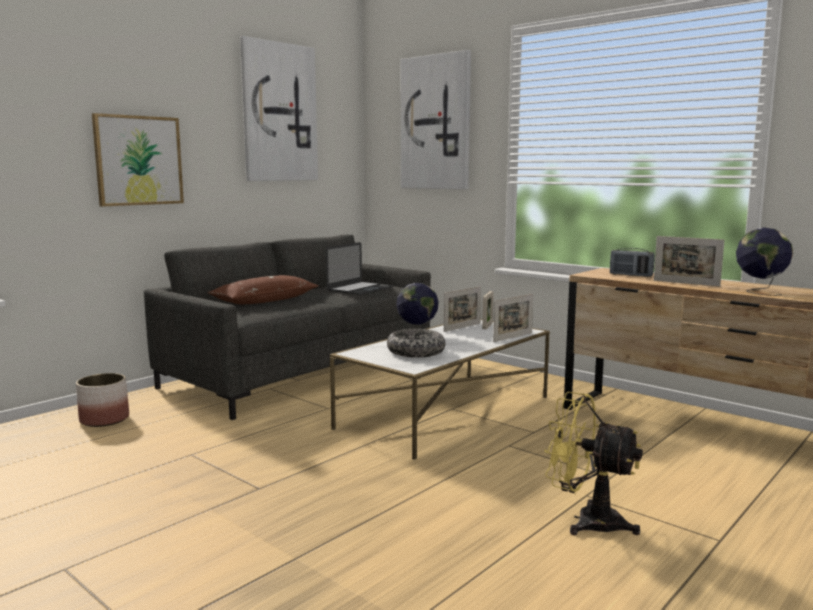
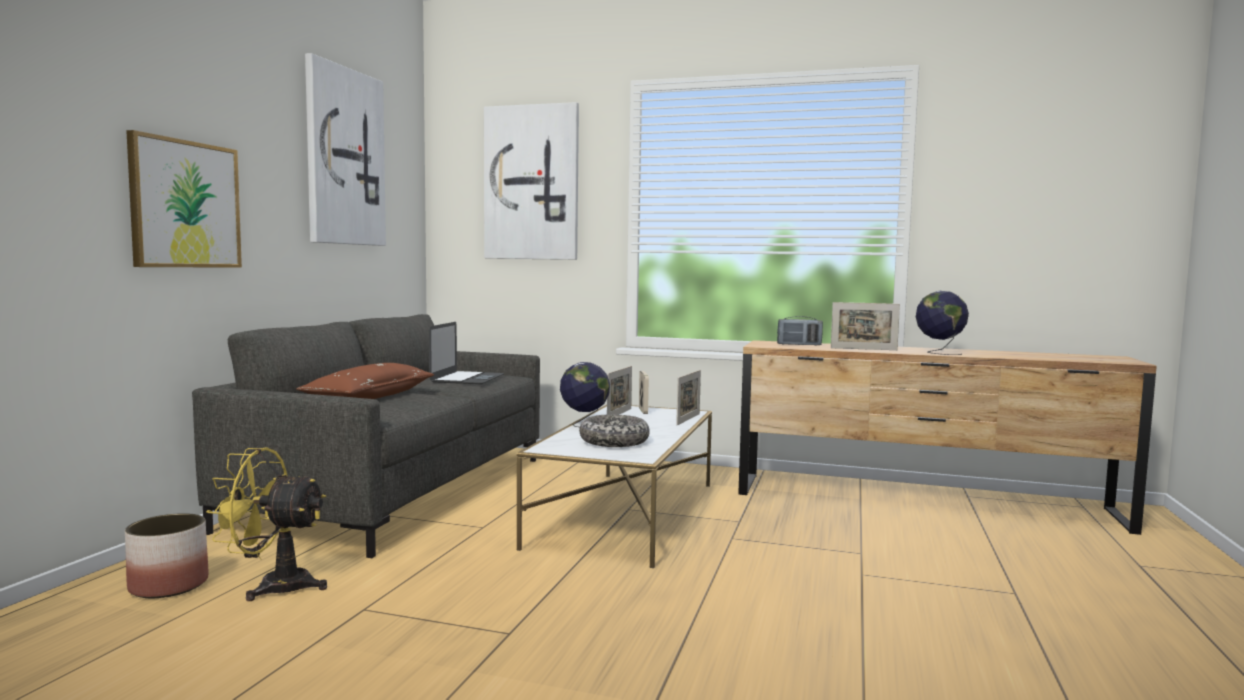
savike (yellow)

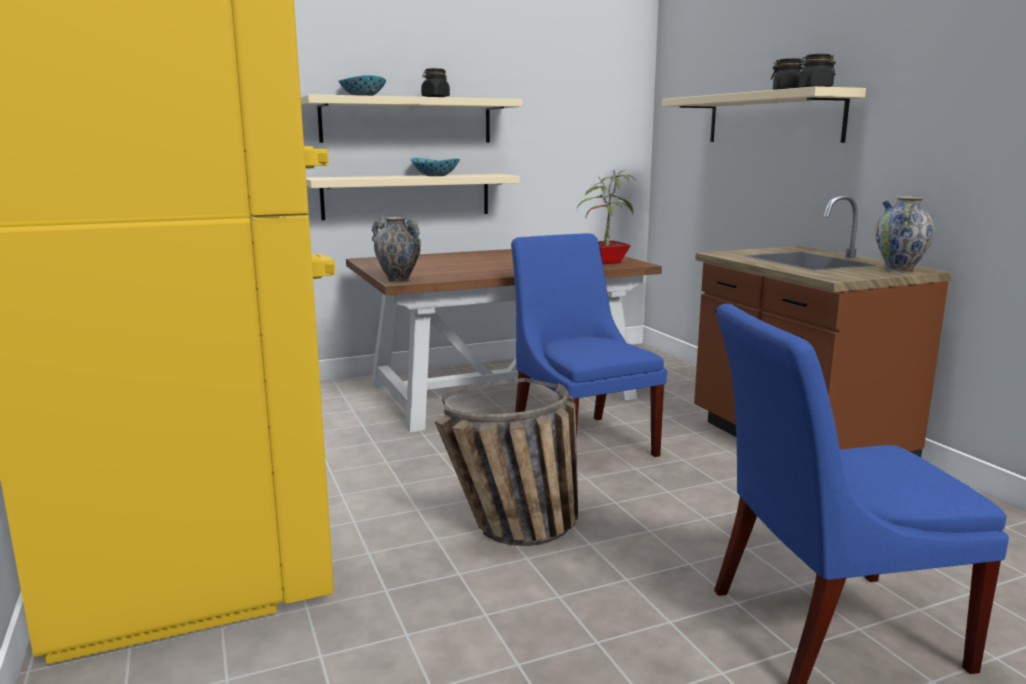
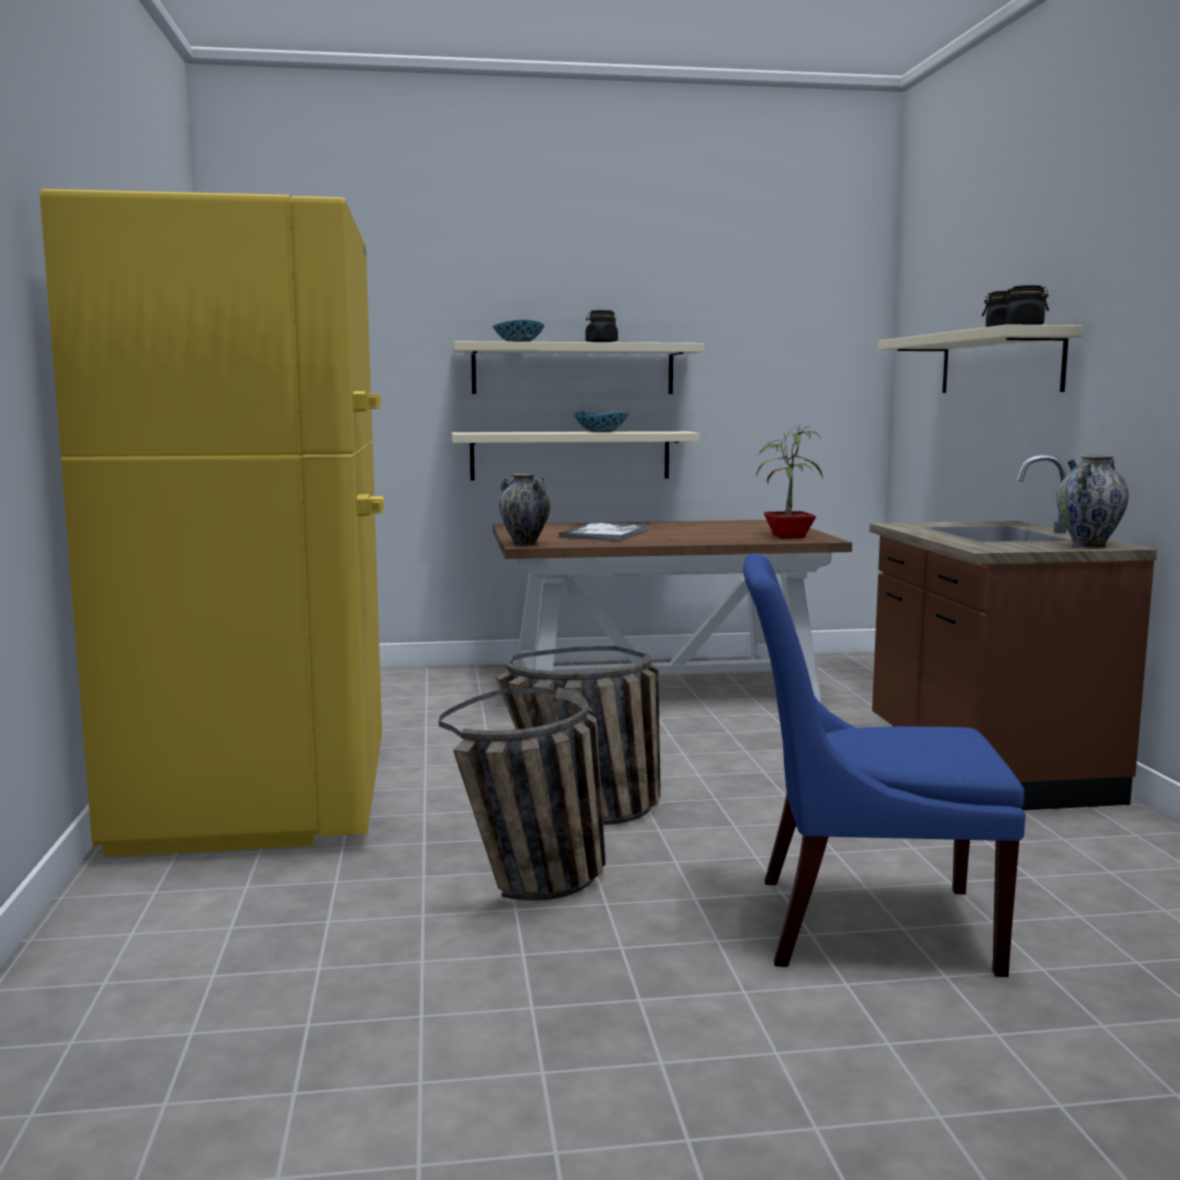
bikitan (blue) (no. 1 from left in the first image); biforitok; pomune (no. 1 from left)

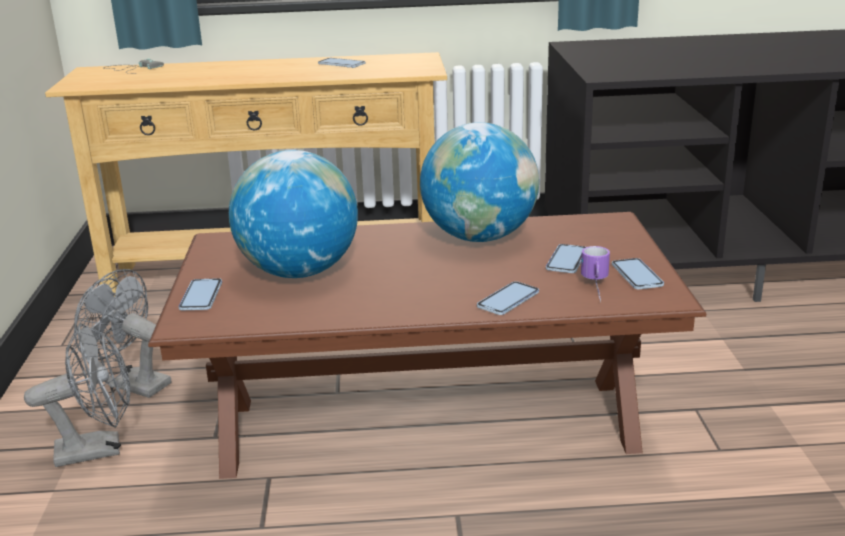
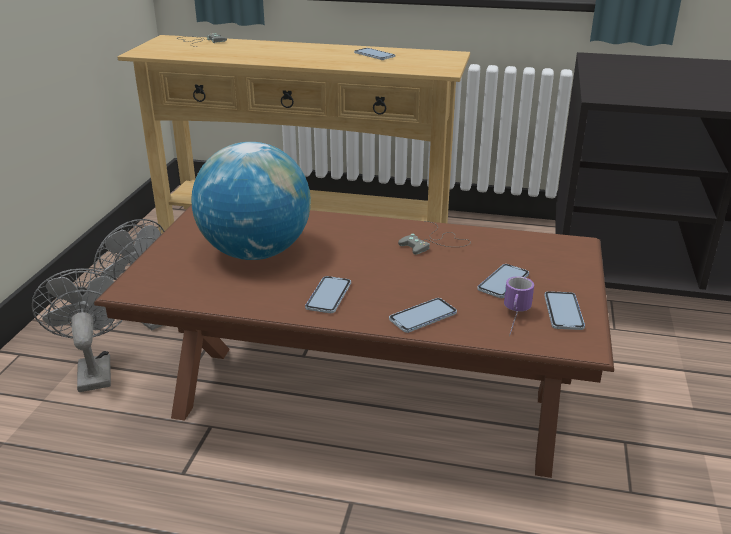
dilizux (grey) (no. 2 from left); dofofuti (no. 1 from left); savike (grey) (no. 1 from left)

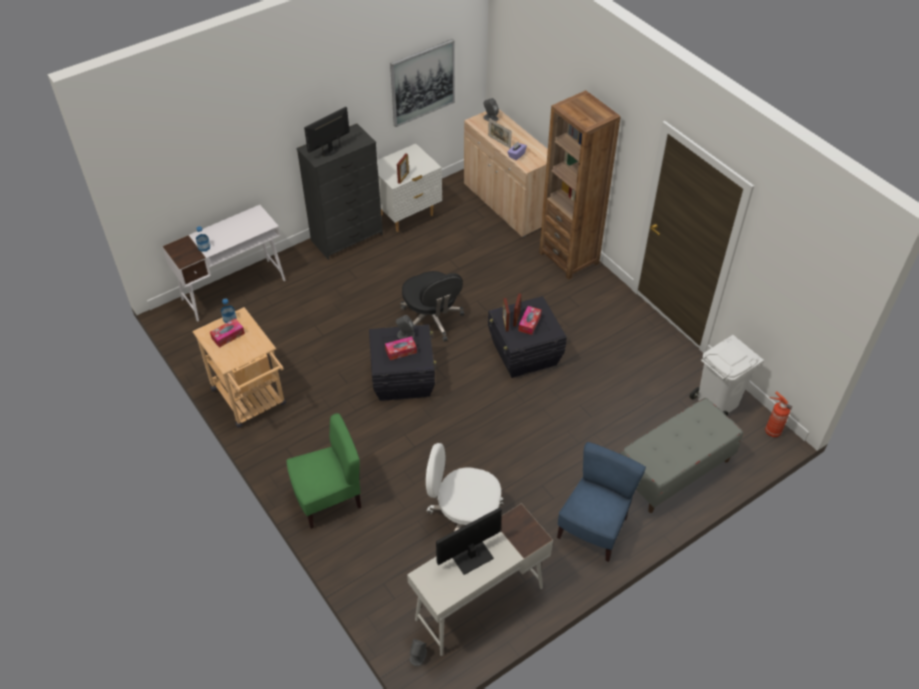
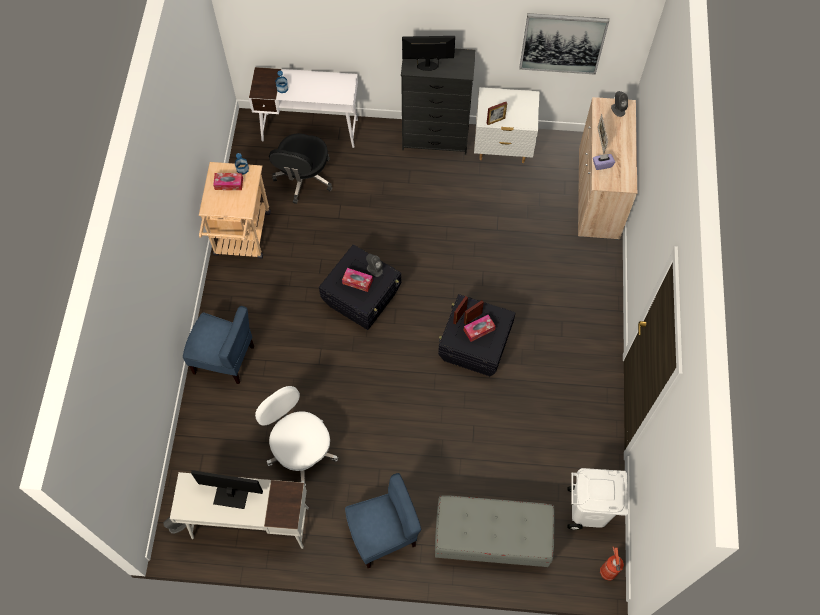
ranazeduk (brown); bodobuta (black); bikitan (blue) (no. 1 from left)

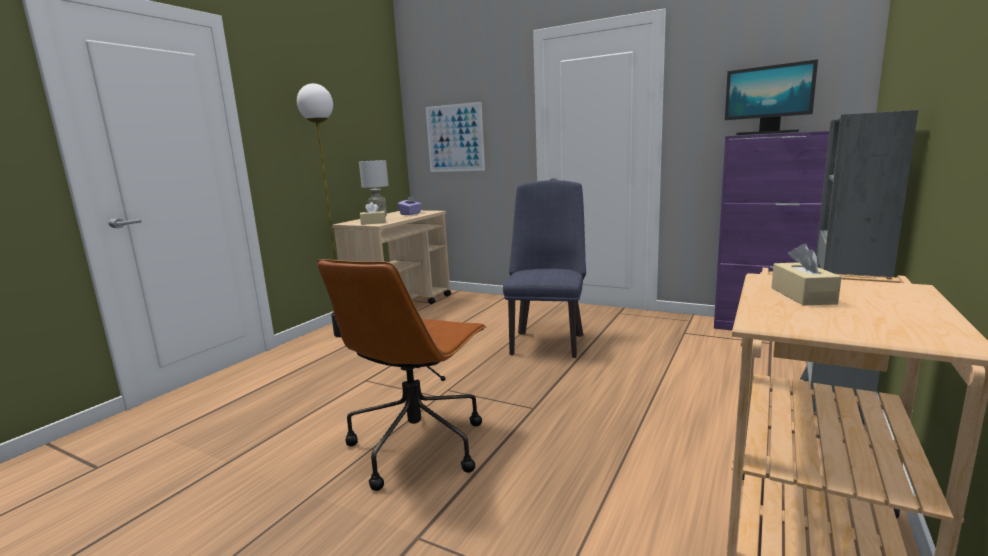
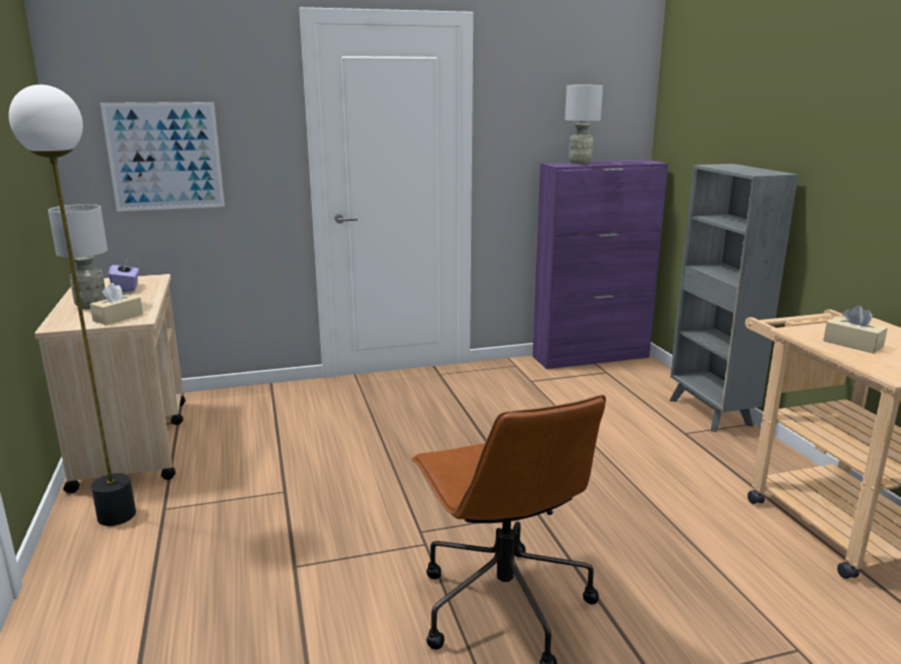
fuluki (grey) (no. 2 from left); bikitan (blue)

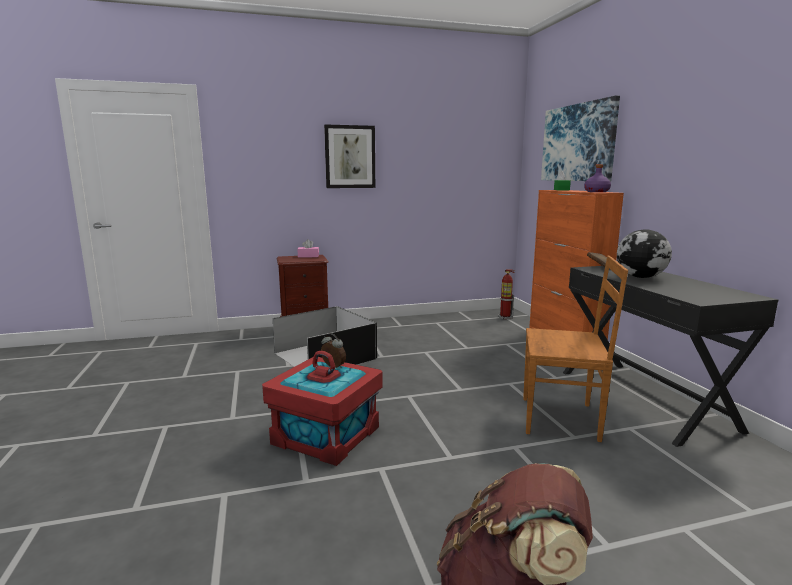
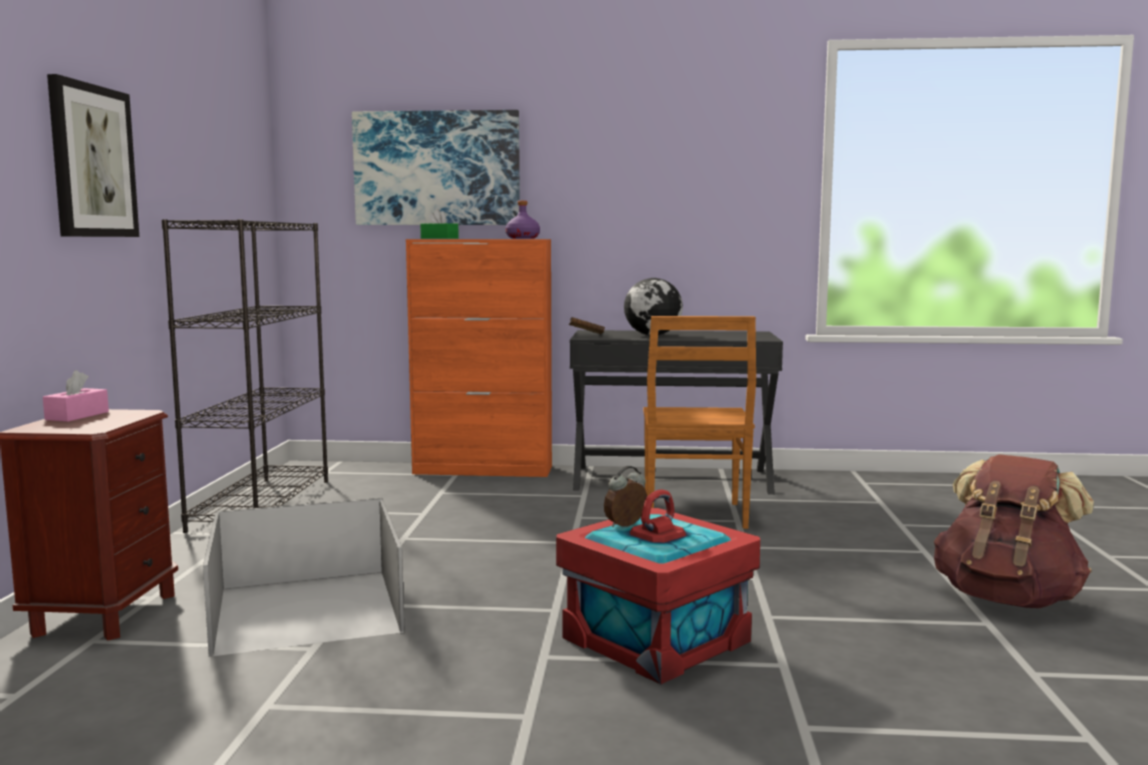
bikitan (brown); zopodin; ranazeduk (black)

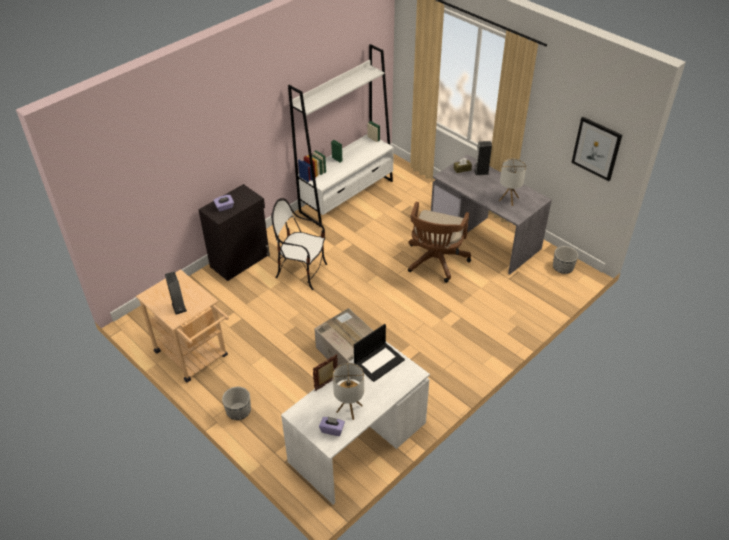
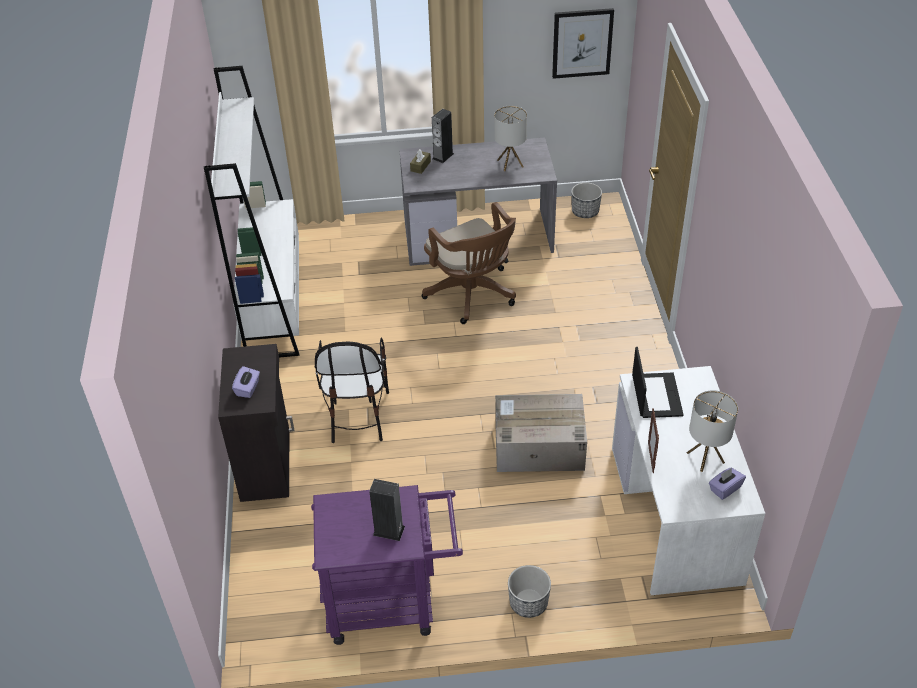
bikitan; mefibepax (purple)

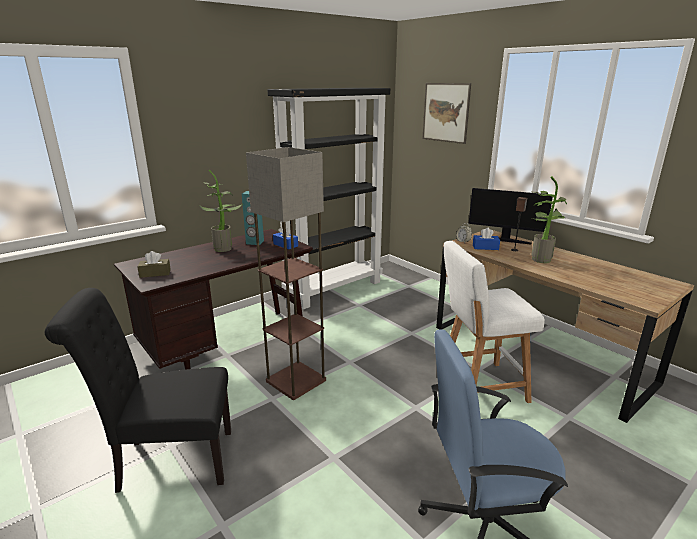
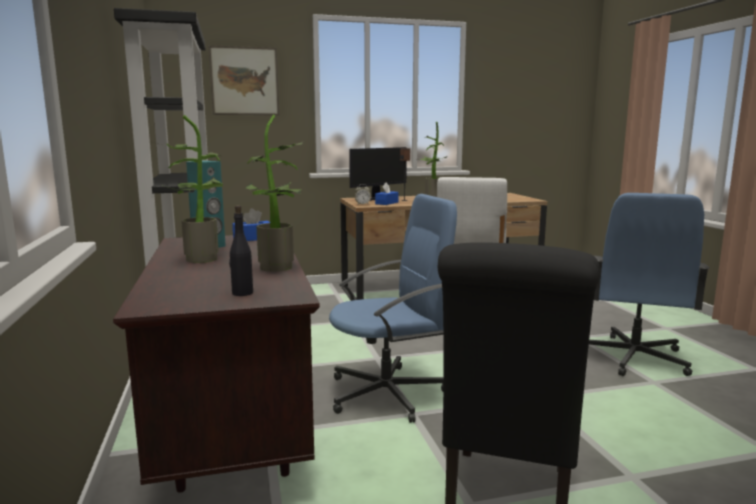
bodobuta (blue) (no. 1 from left); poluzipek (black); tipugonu (no. 2 from left)

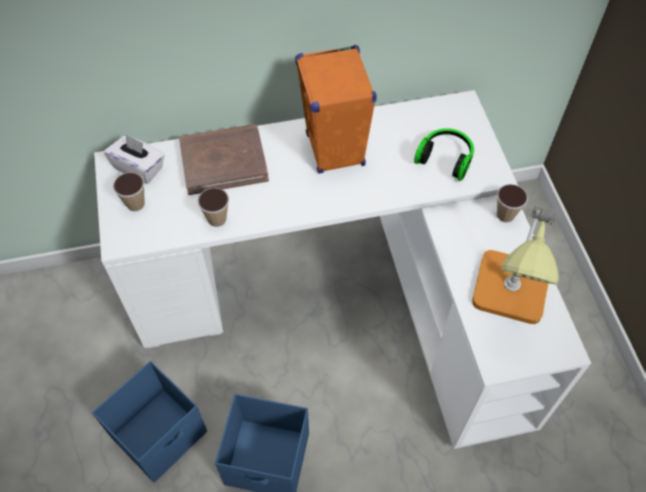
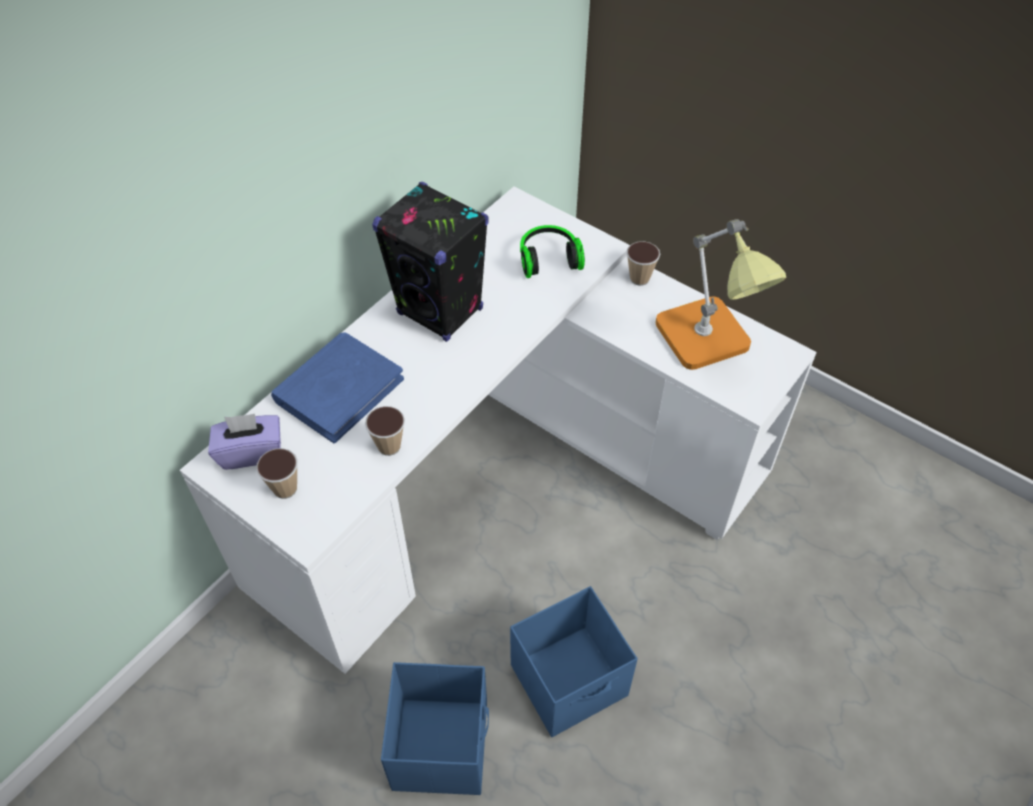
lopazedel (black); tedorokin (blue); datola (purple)

